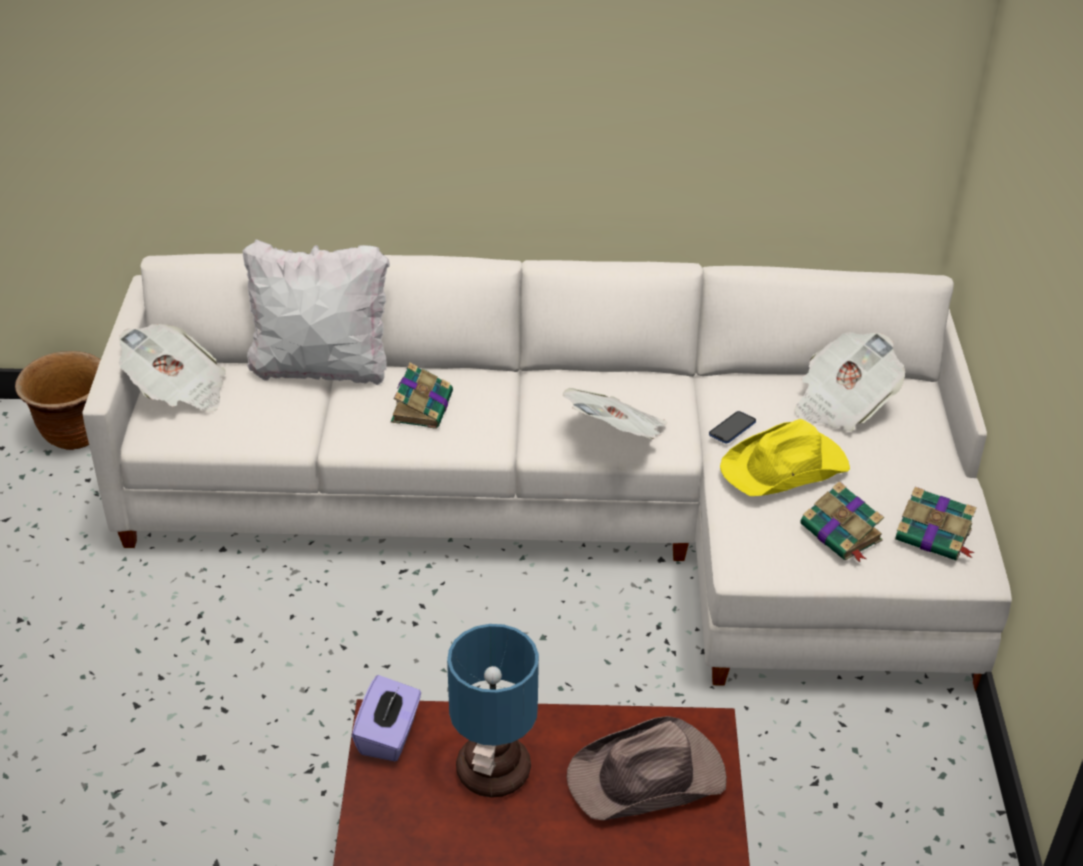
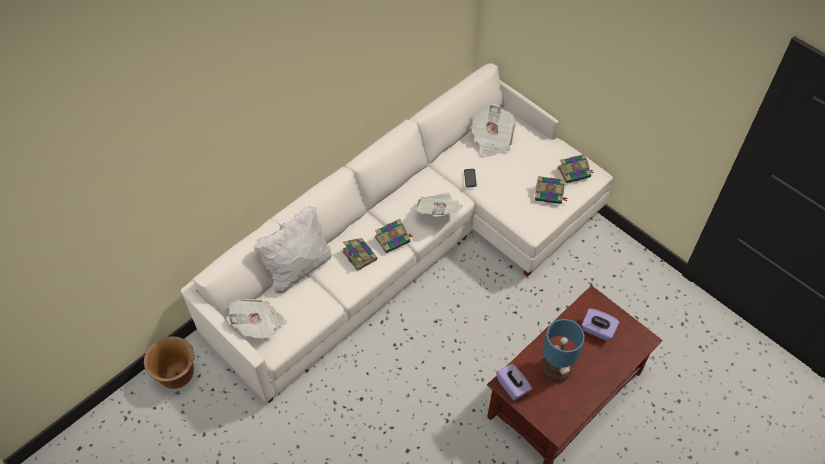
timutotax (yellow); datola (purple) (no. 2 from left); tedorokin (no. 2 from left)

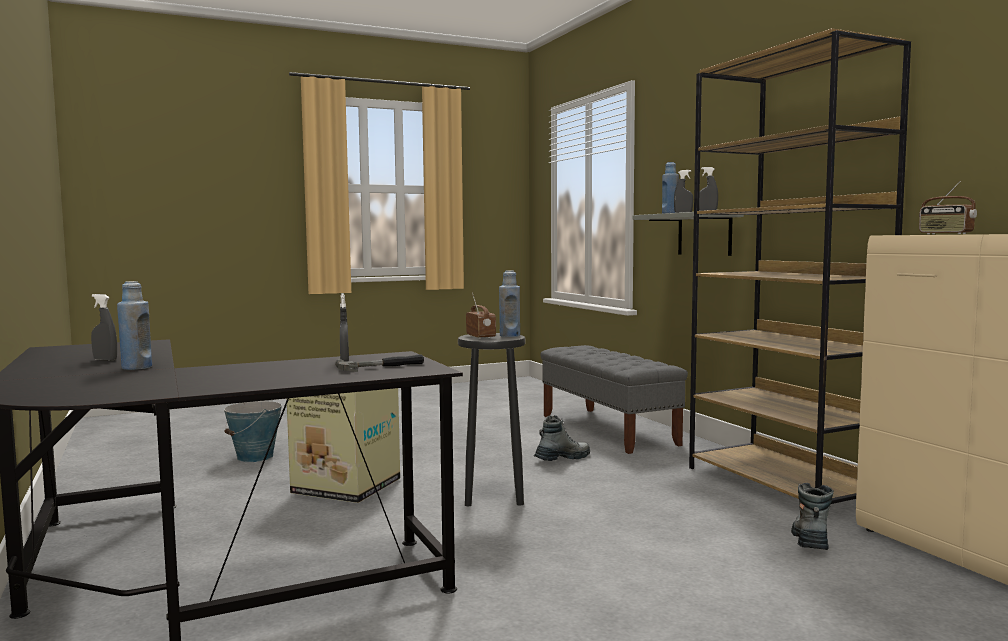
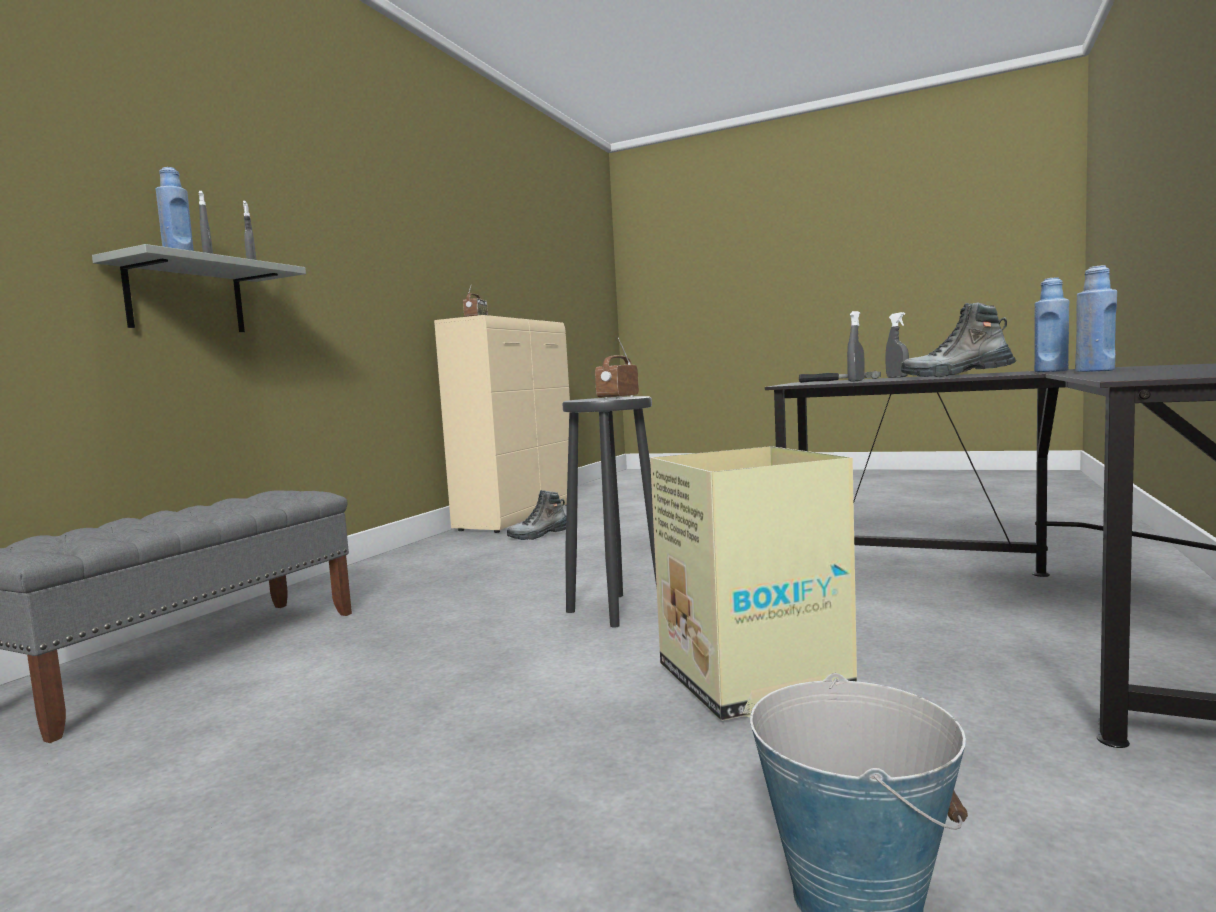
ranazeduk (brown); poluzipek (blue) (no. 2 from left); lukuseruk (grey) (no. 4 from left); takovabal (no. 2 from left)

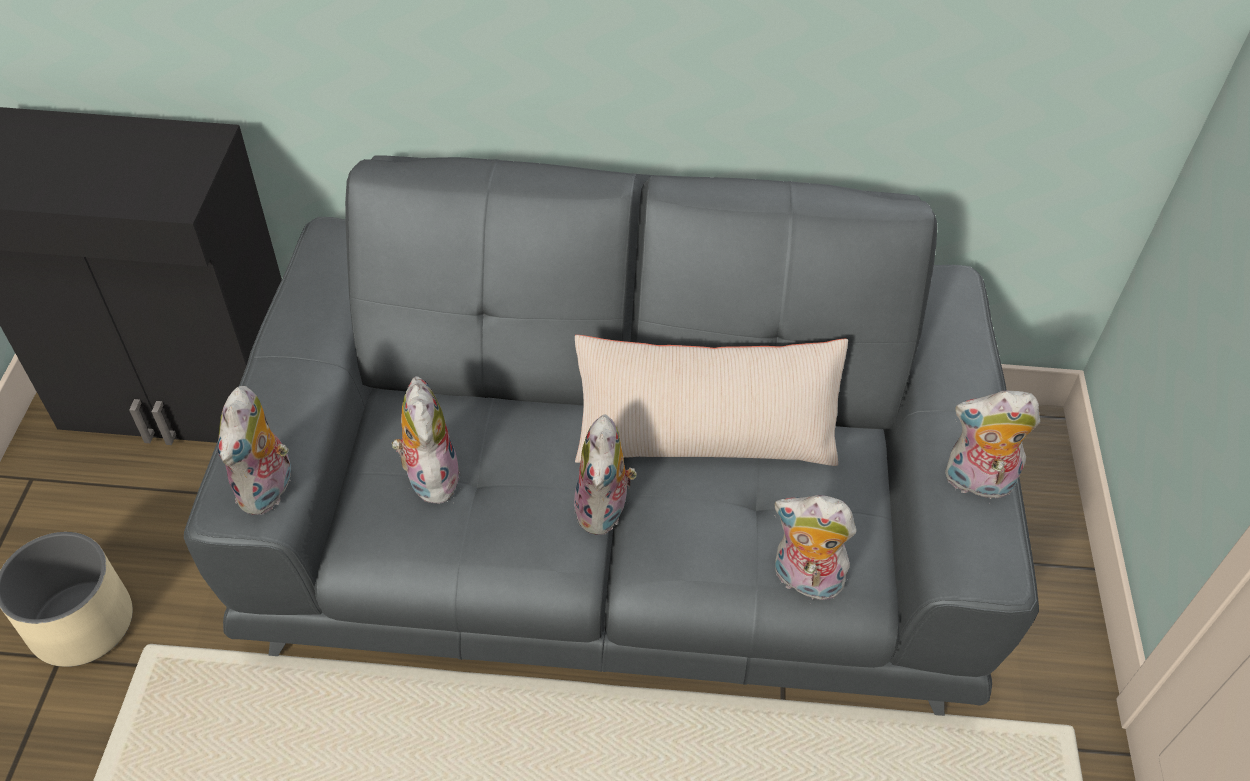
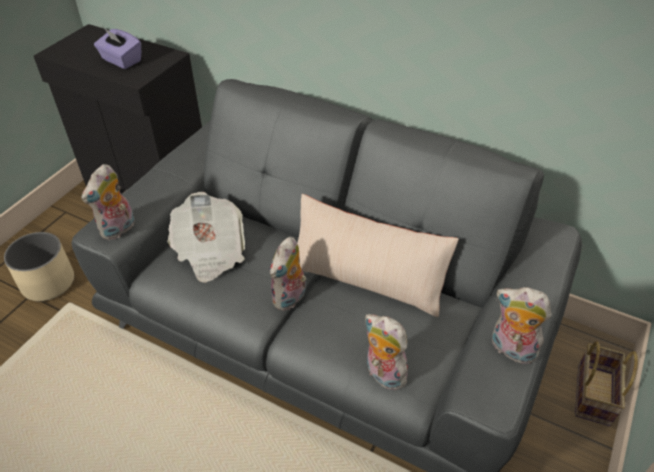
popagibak; datola (purple); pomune

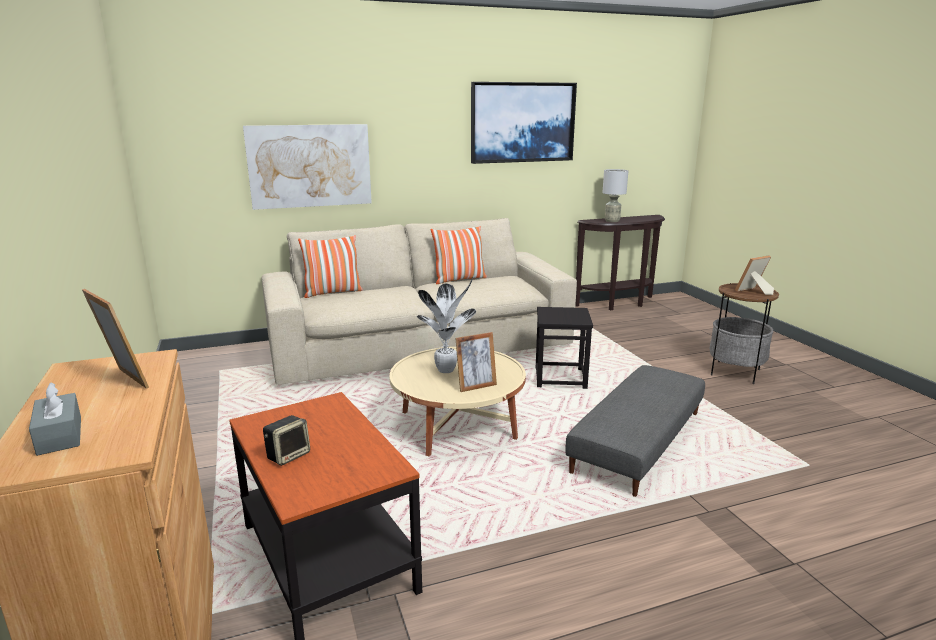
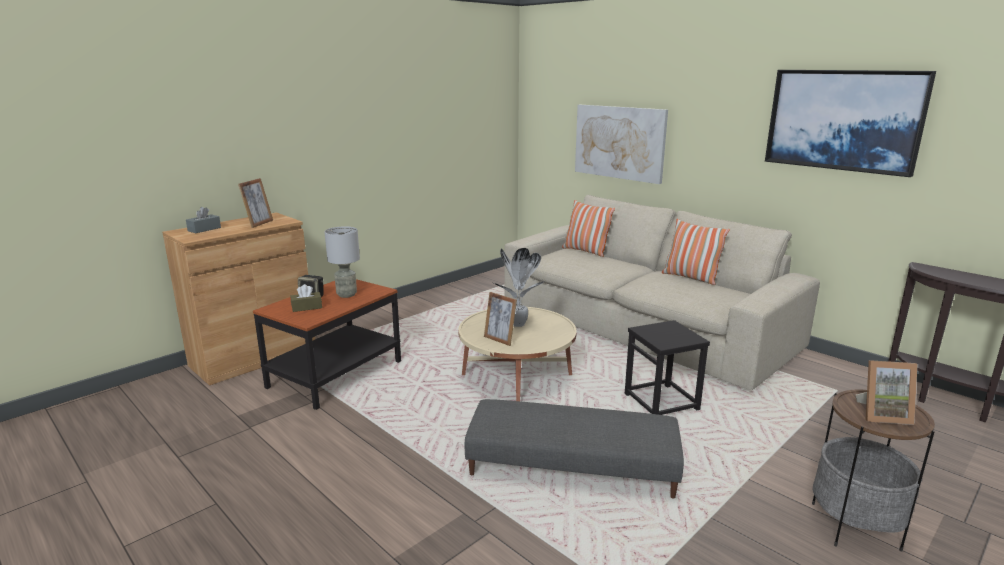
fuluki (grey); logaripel (no. 3 from left); datola (brown)

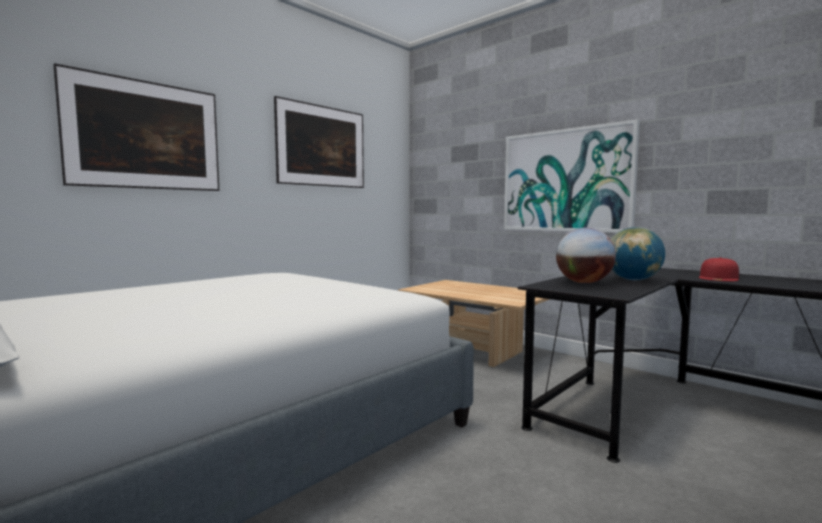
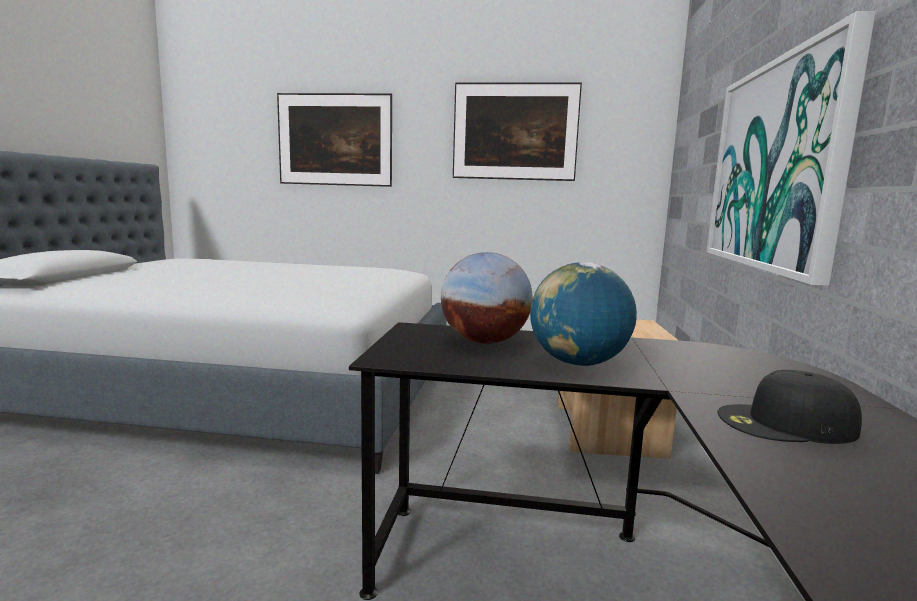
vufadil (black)

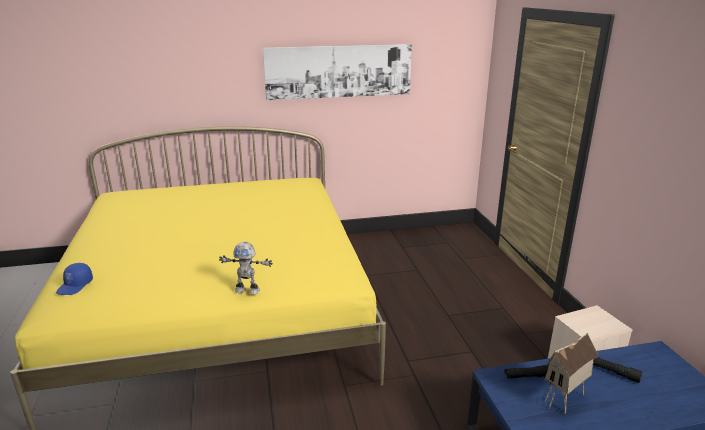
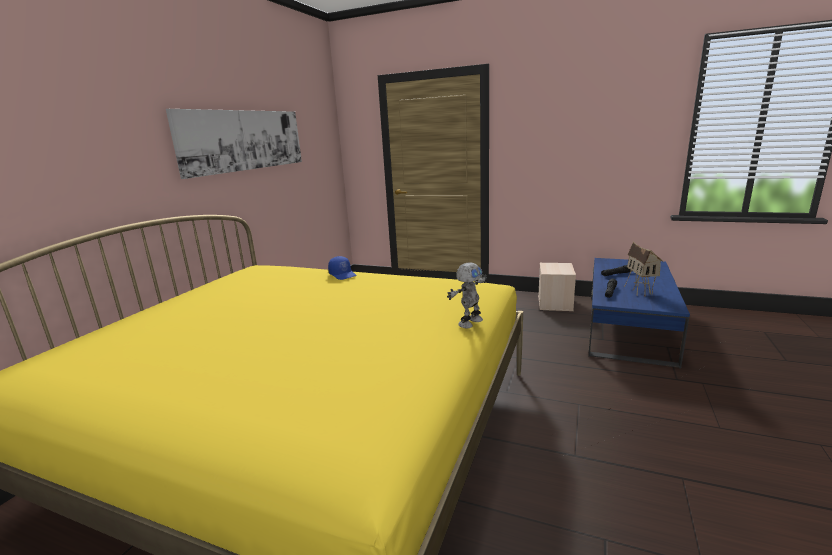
vufadil (blue)

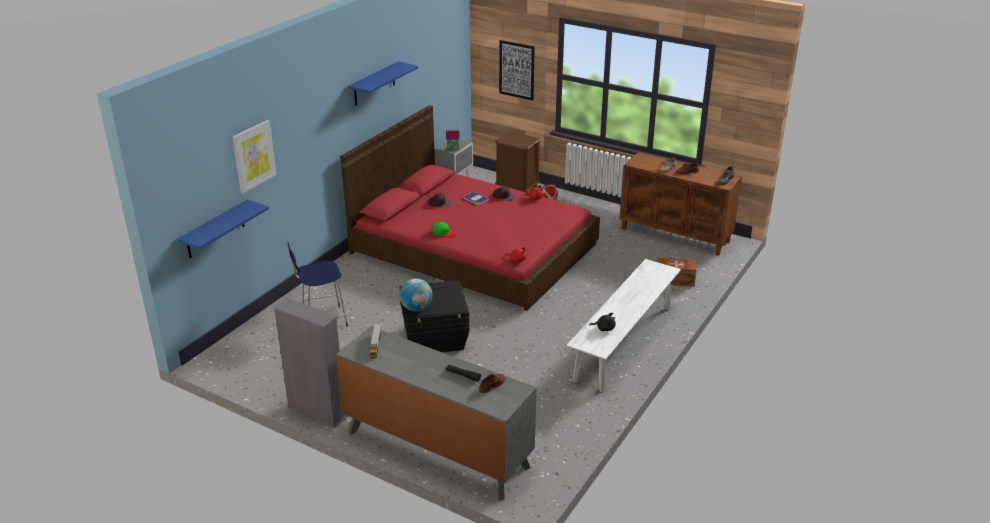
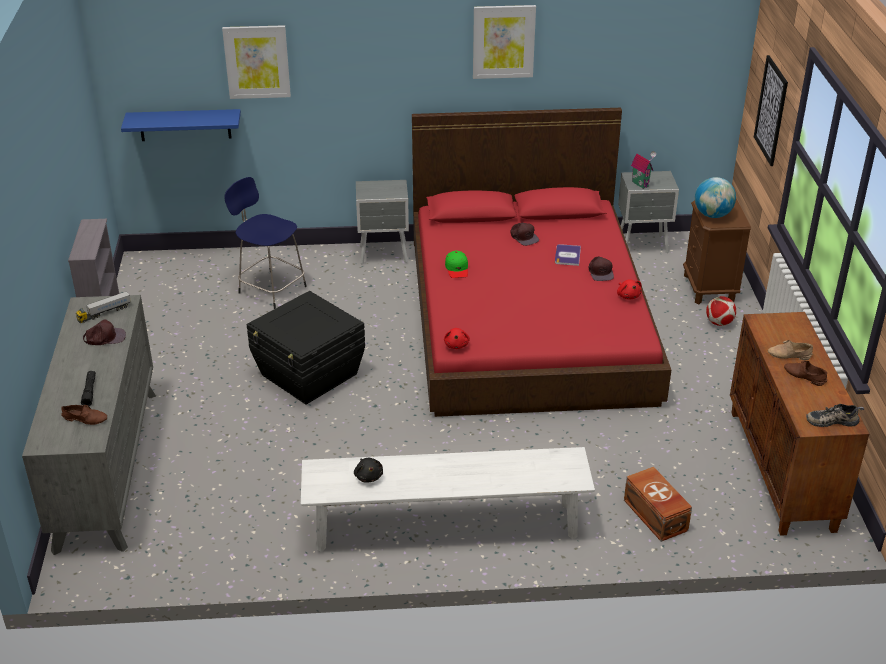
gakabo (no. 2 from left); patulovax; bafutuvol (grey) (no. 1 from left); vufadil (brown) (no. 1 from left)

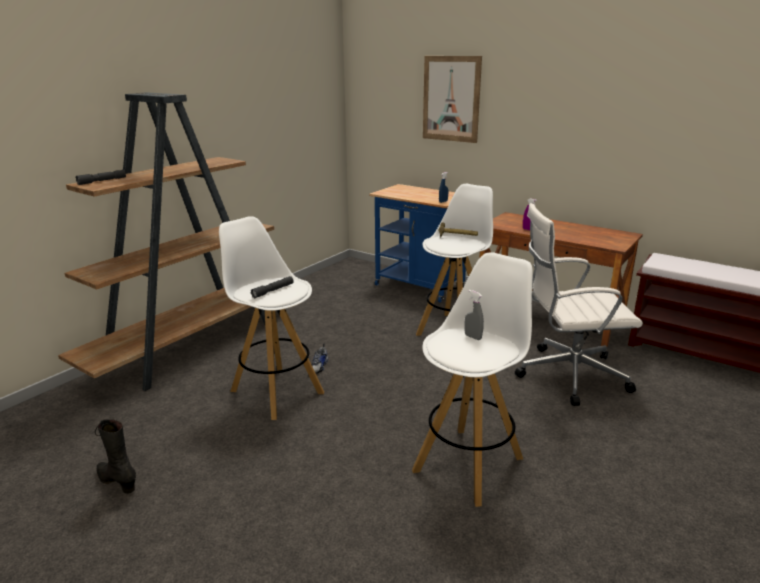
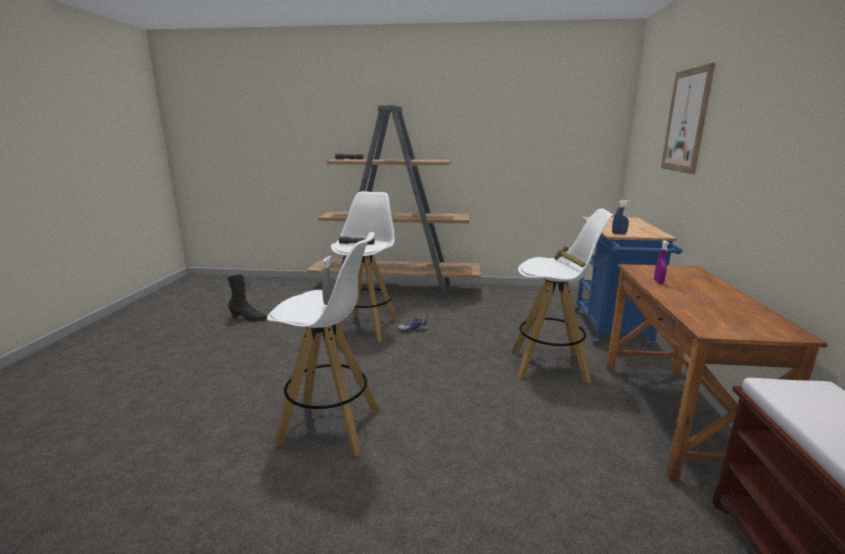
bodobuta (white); takovabal (black)

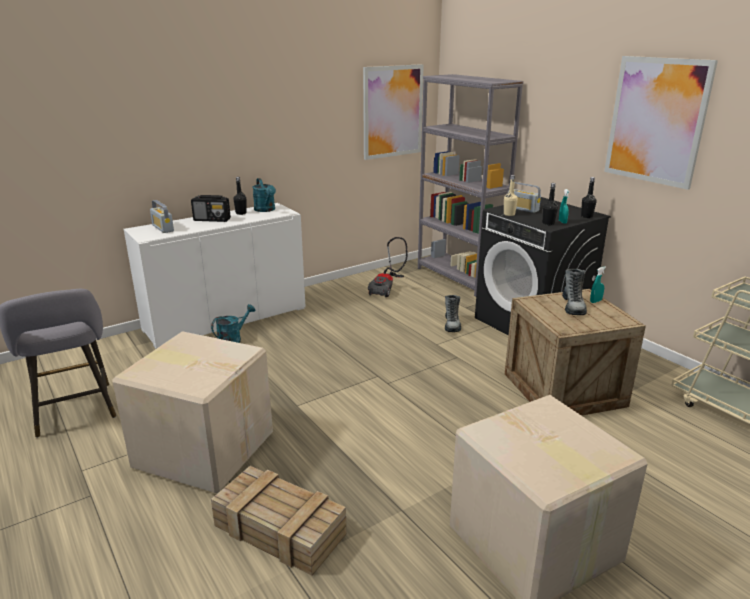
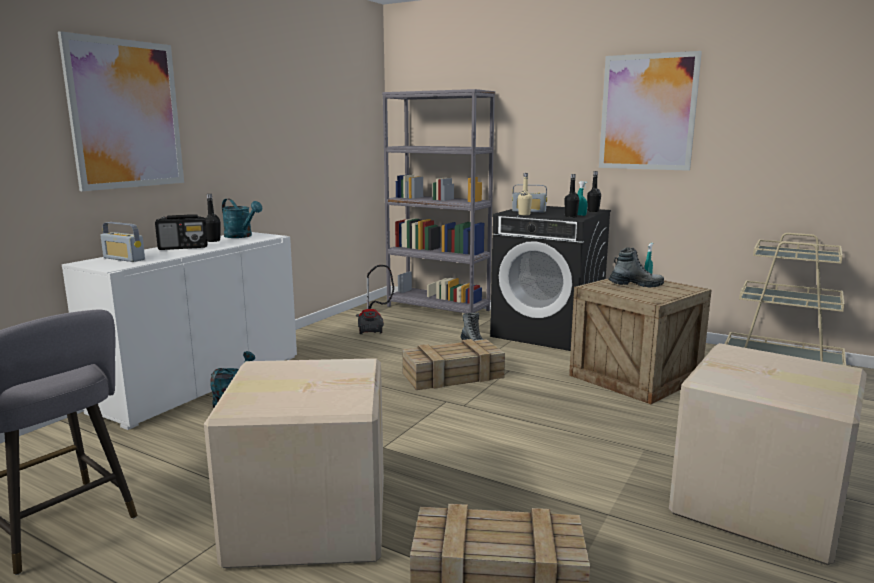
gakabo (no. 1 from left); takovabal (no. 2 from left); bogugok (no. 1 from left)

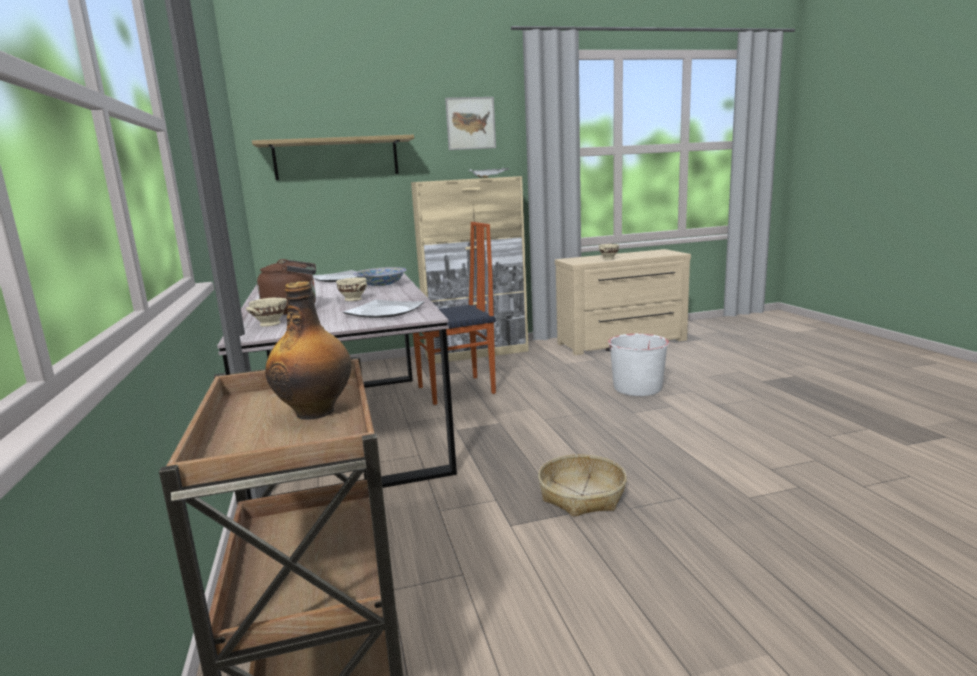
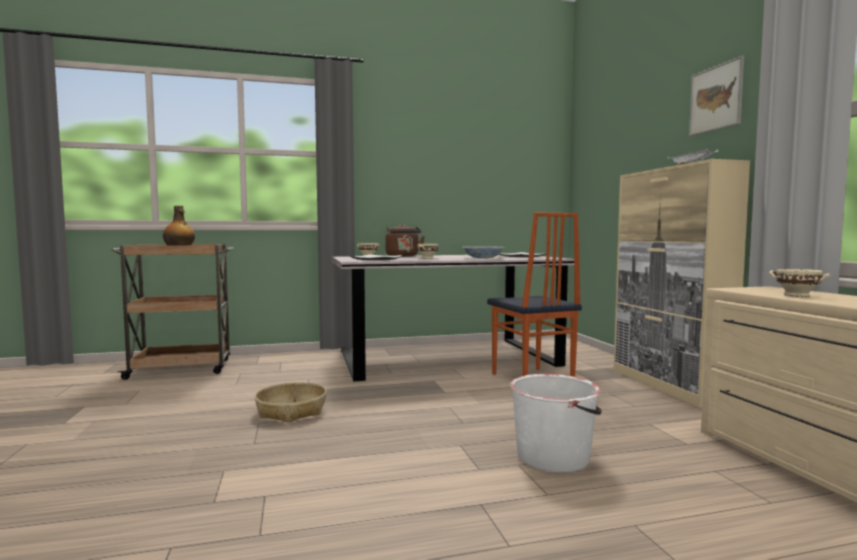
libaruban

